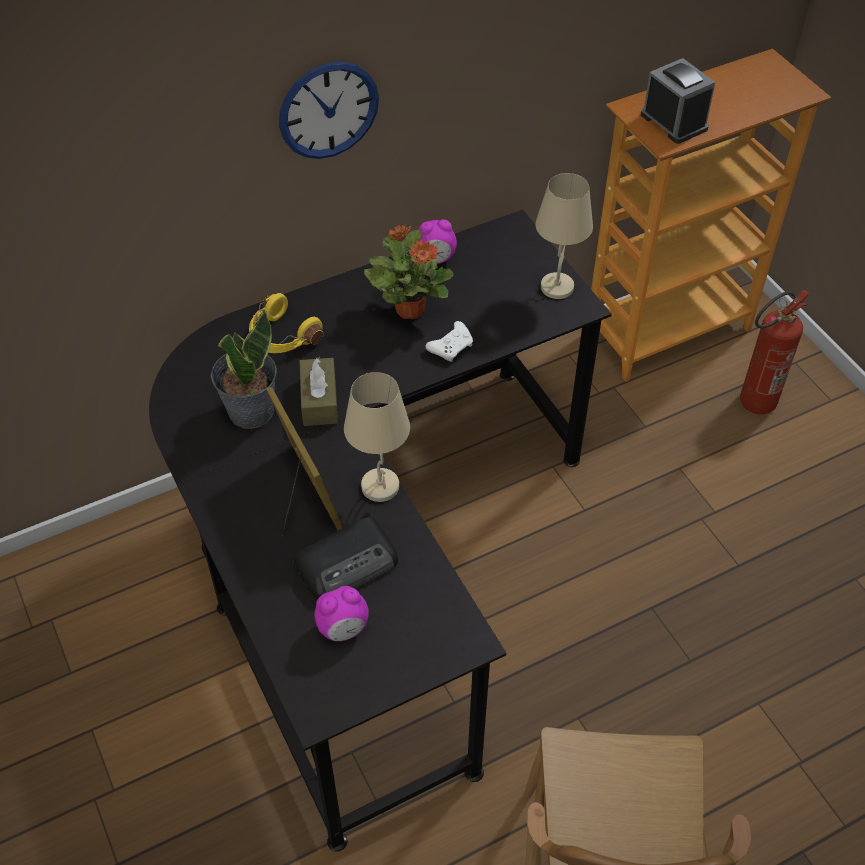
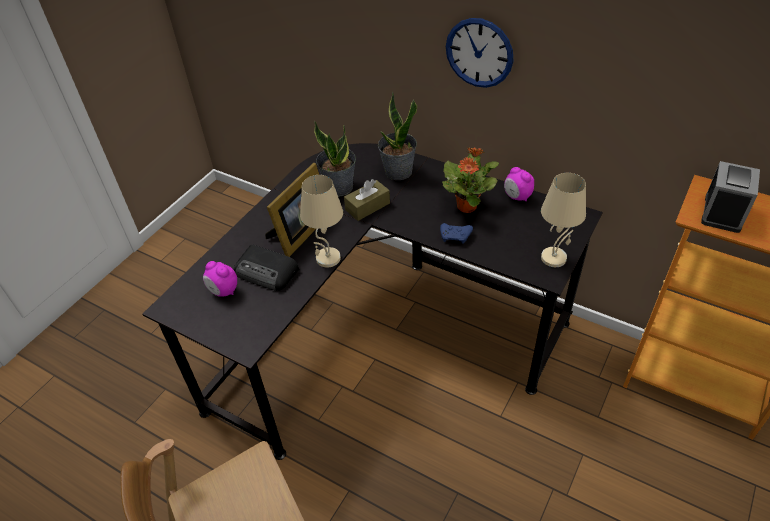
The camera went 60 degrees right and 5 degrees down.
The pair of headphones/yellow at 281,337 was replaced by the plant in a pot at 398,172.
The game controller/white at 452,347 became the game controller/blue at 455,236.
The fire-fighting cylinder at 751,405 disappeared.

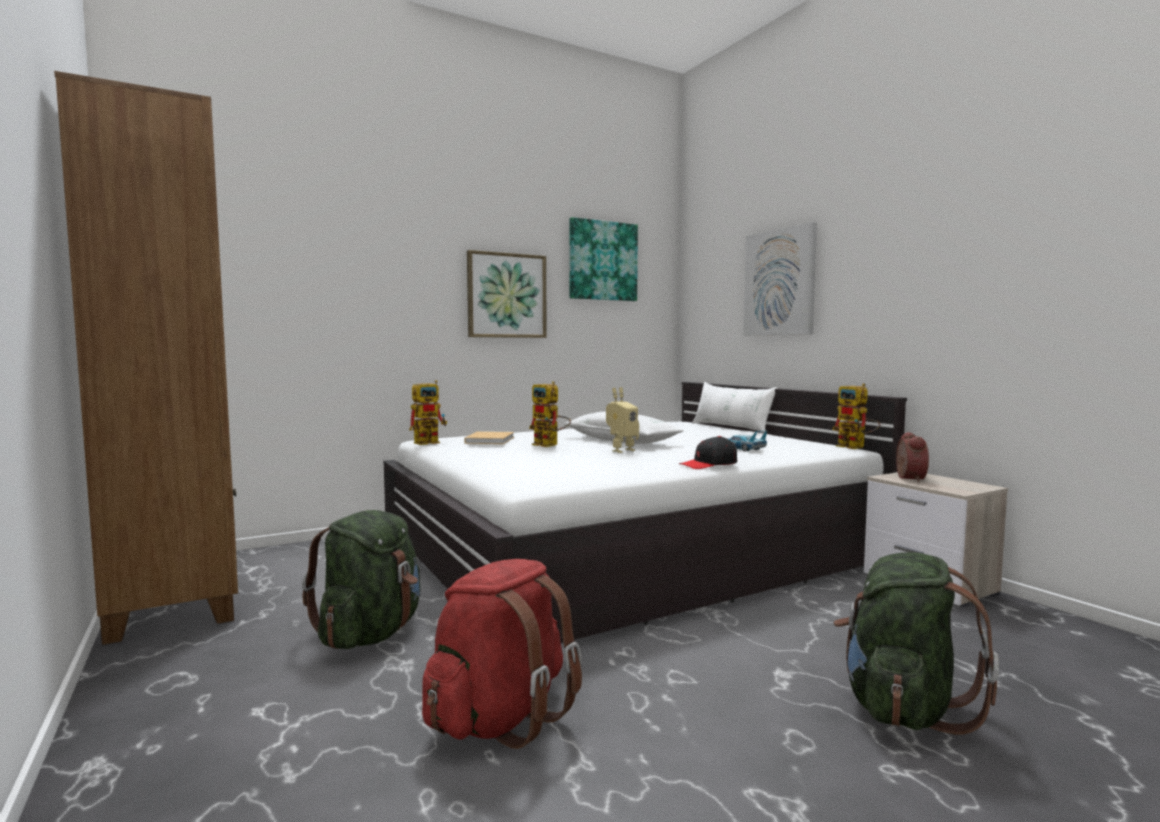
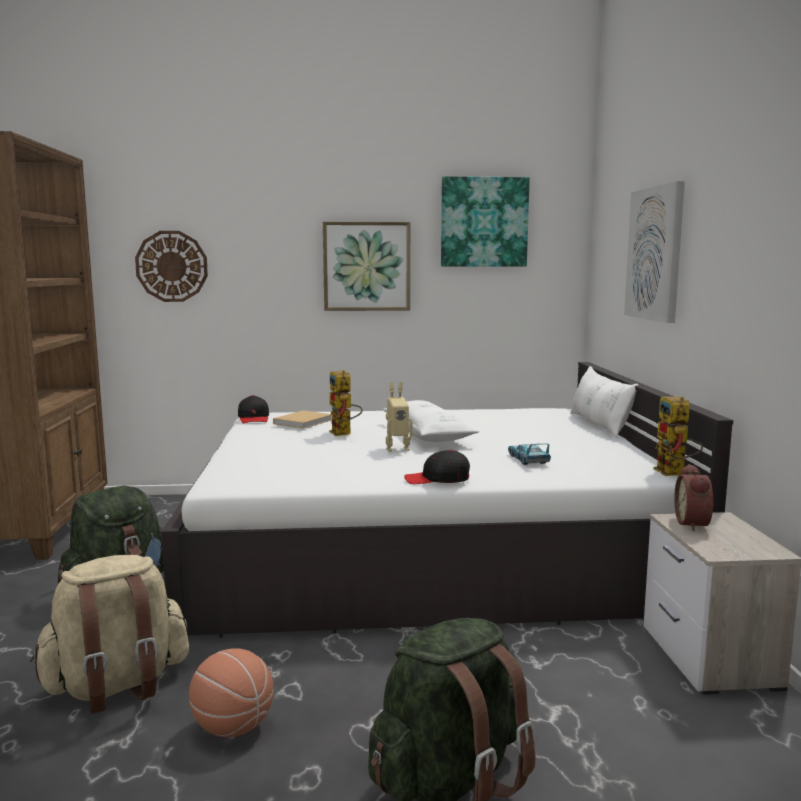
The camera went 25 degrees right and 5 degrees up.
The knapsack/reddish at 501,717 became the knapsack/beige-coloured at 117,686.
The wall clock at 172,266 appeared.
The basketball at 233,727 appeared.
The robot figure at 430,442 was replaced by the peaked cap/blackish at 254,418.
The table clock at 907,478 turned 150 degrees clockwise.

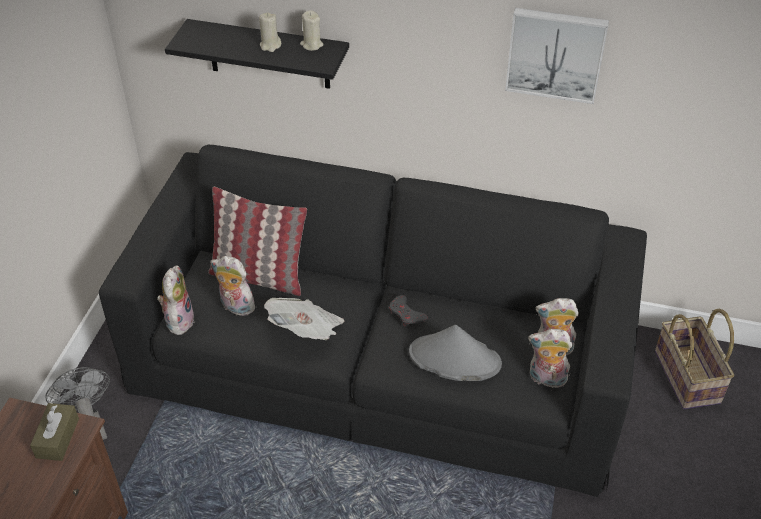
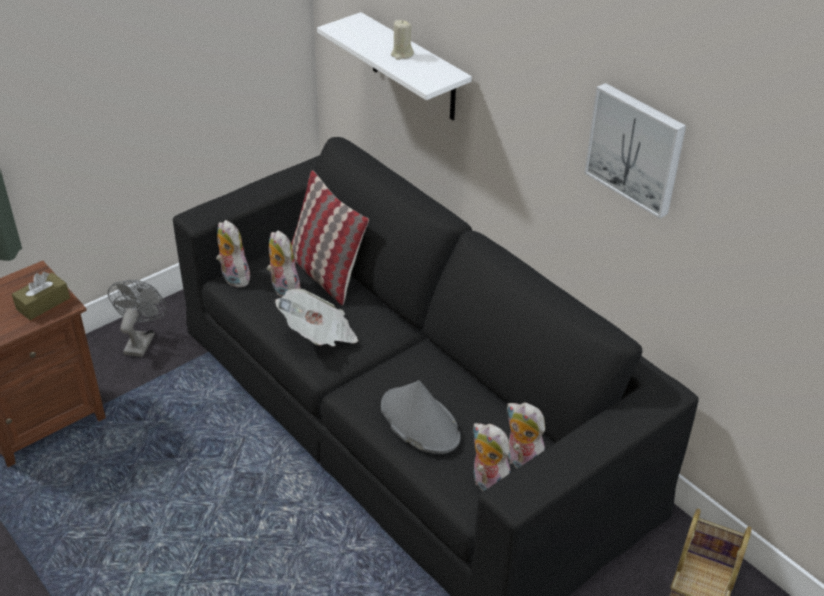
The camera went 35 degrees right and 5 degrees down.
The plush toy at 178,320 turned 75 degrees counterclockwise.
The shelf/blackish at 269,54 became the shelf/white at 413,68.
The candle/beige-coloured at 311,44 disappeared.
The game controller/gray at 406,314 disappeared.

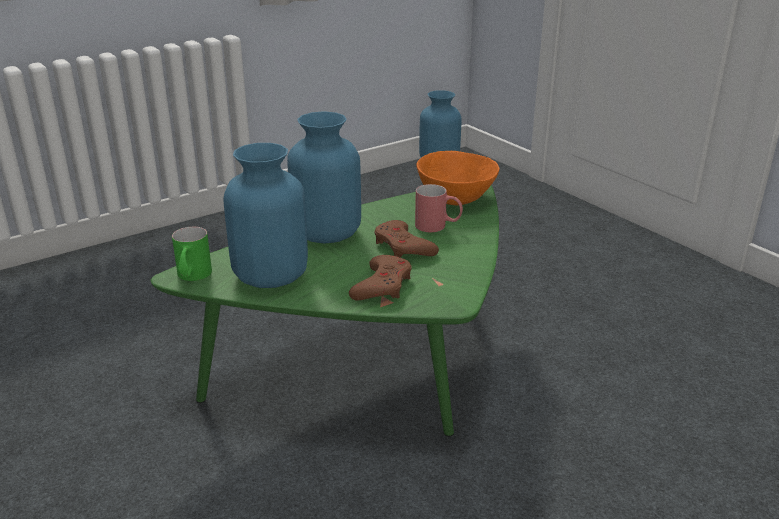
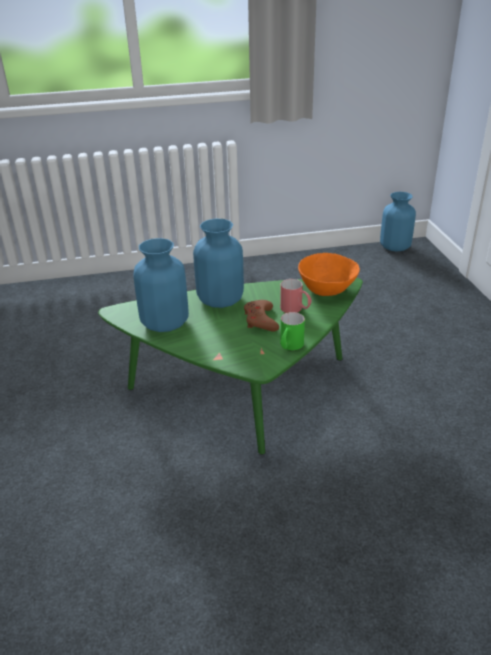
The camera went 25 degrees right and 5 degrees up.
The coffee mug/greenish moved from 192,277 to 289,347.
The game controller/brown-coloured at 382,285 disappeared.

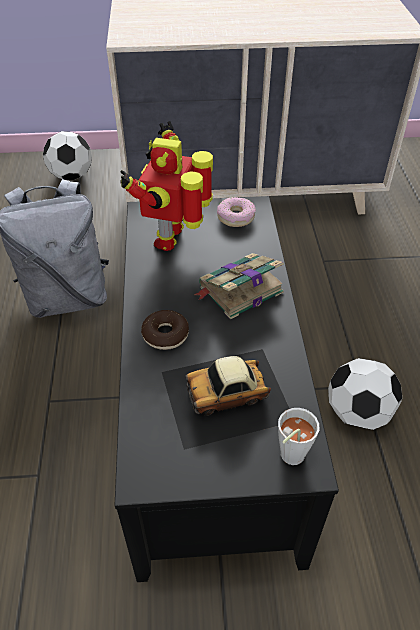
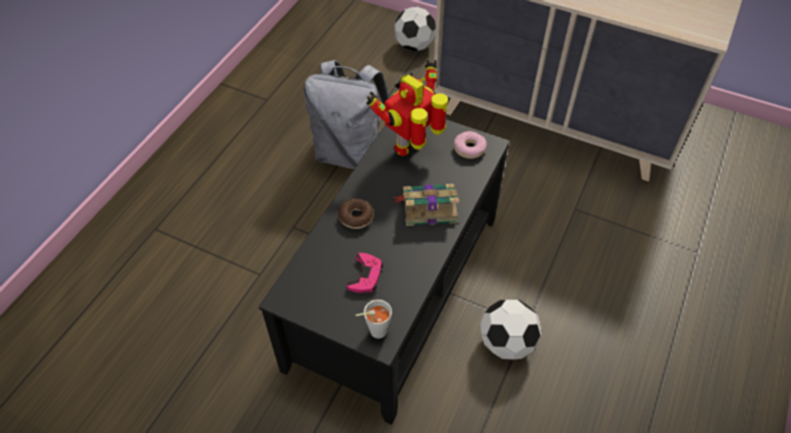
The camera went 30 degrees right and 5 degrees up.
The miniature car at 227,396 was replaced by the game controller/pinkish at 365,276.

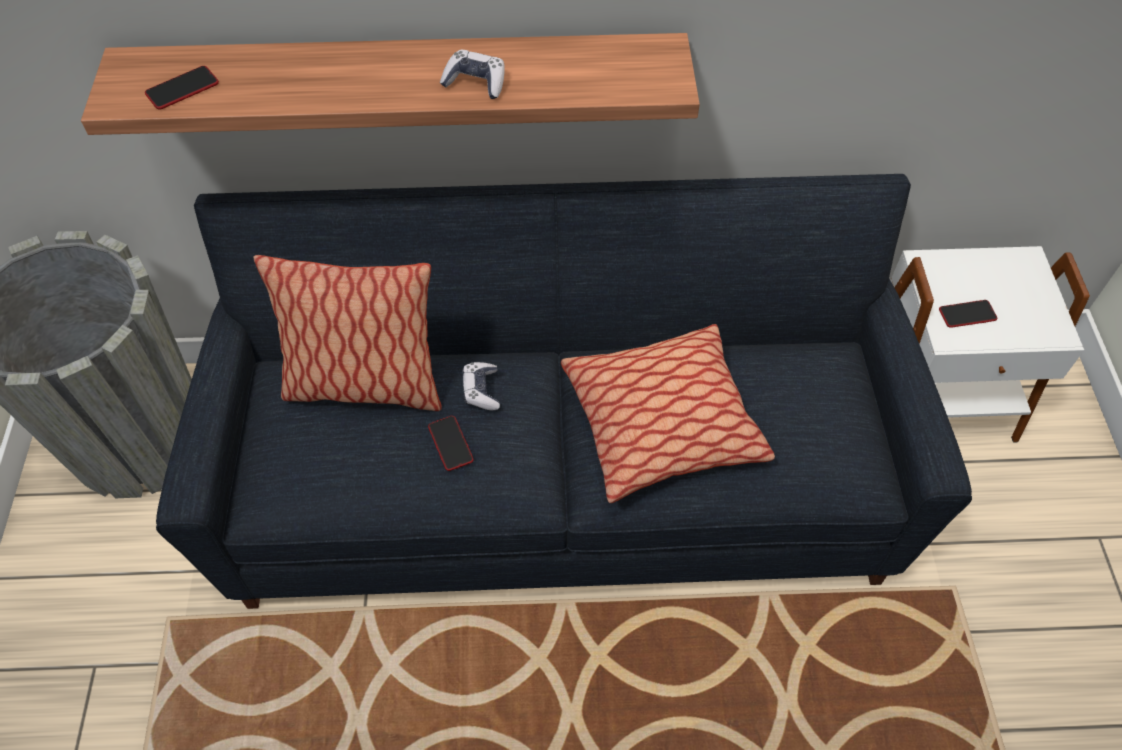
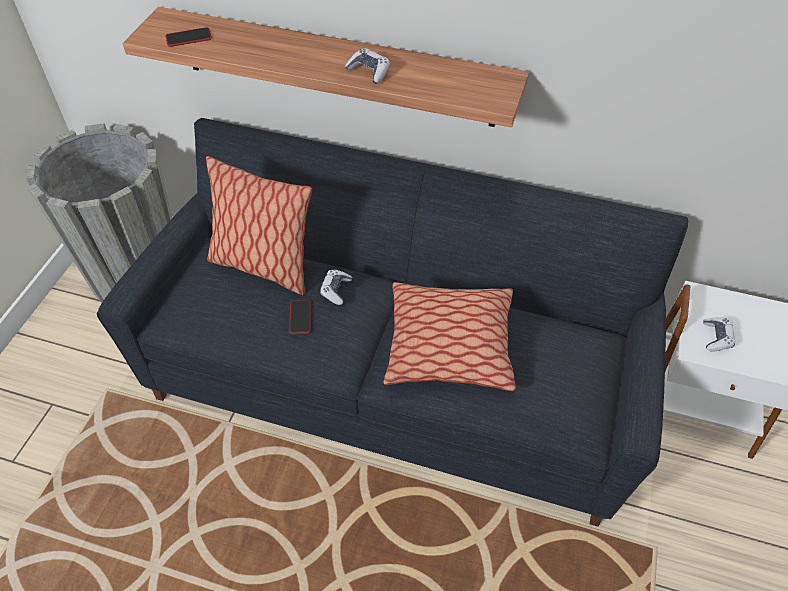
The camera went 20 degrees right and 5 degrees down.
The handset at 967,314 was replaced by the game controller at 716,338.

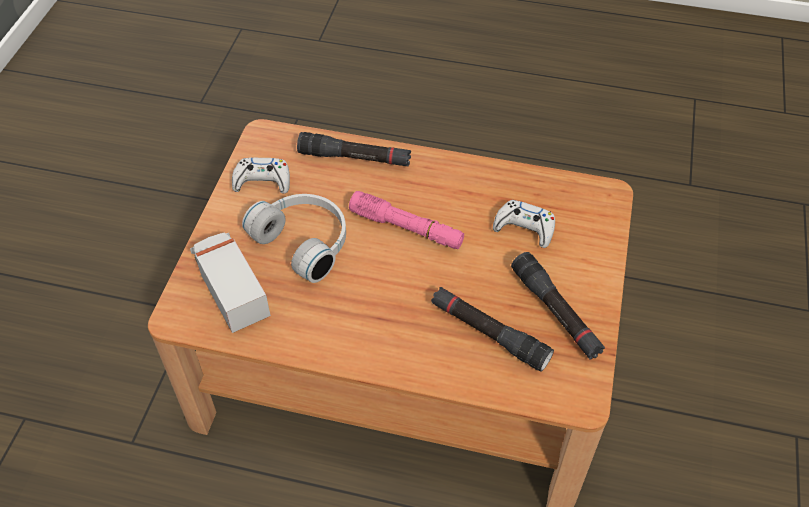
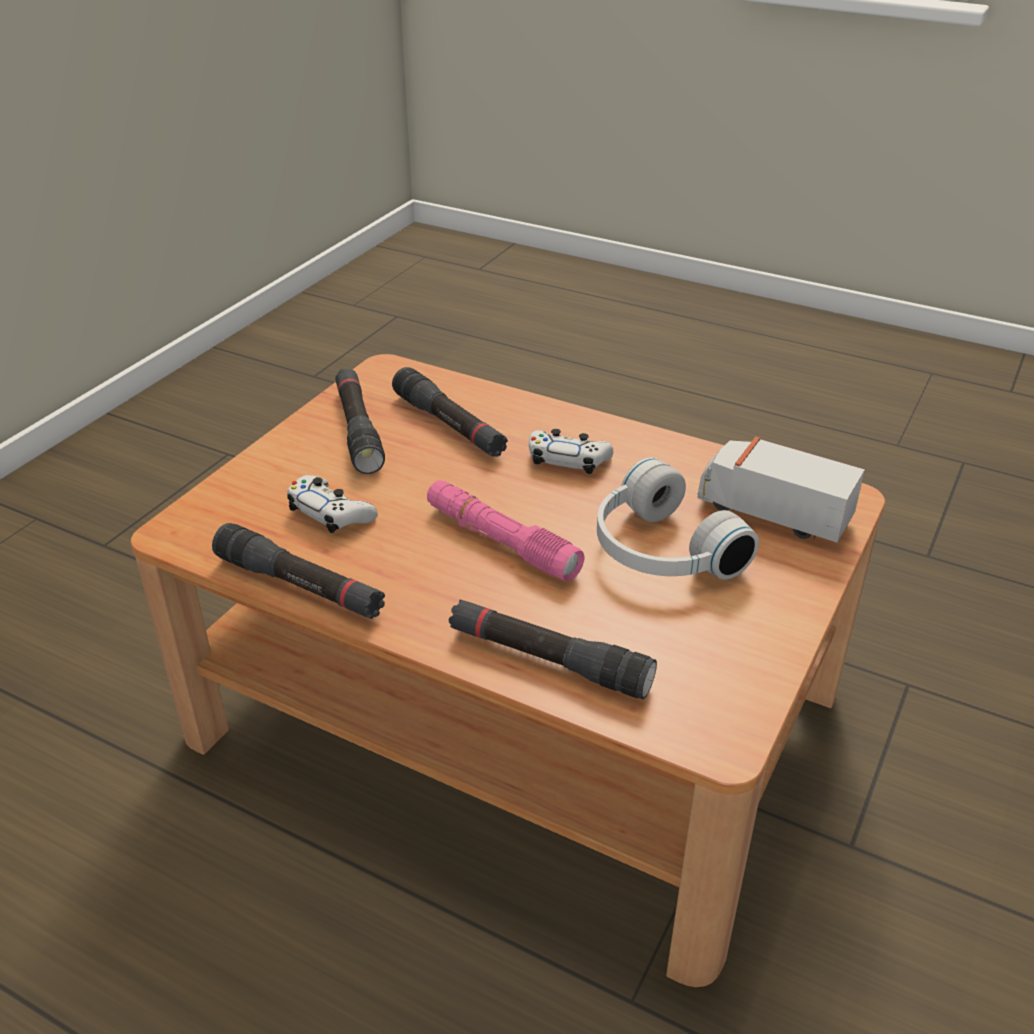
The camera went 165 degrees left and 15 degrees down.
The flashlight/blackish at 300,586 appeared.
The game controller/white moved from 262,181 to 568,460.
The toy truck at 231,290 turned 135 degrees clockwise.

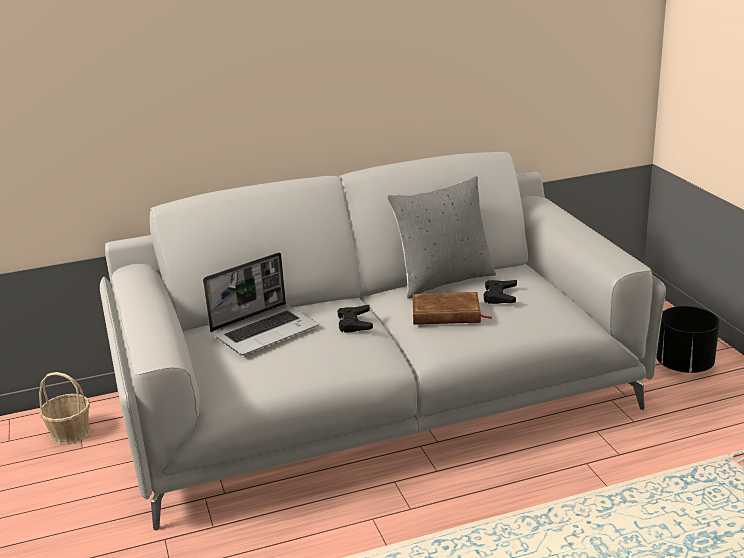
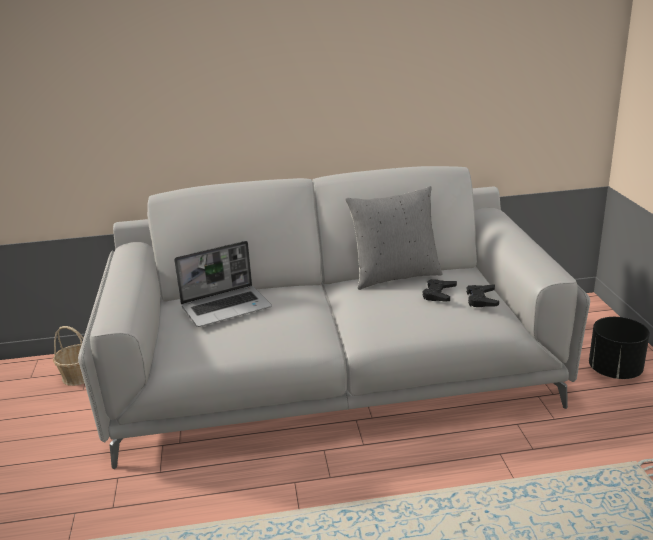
The camera went 10 degrees right and 0 degrees up.
The game controller/blackish moved from 355,323 to 481,299.
The bound book/brown-coloured at 446,314 disappeared.

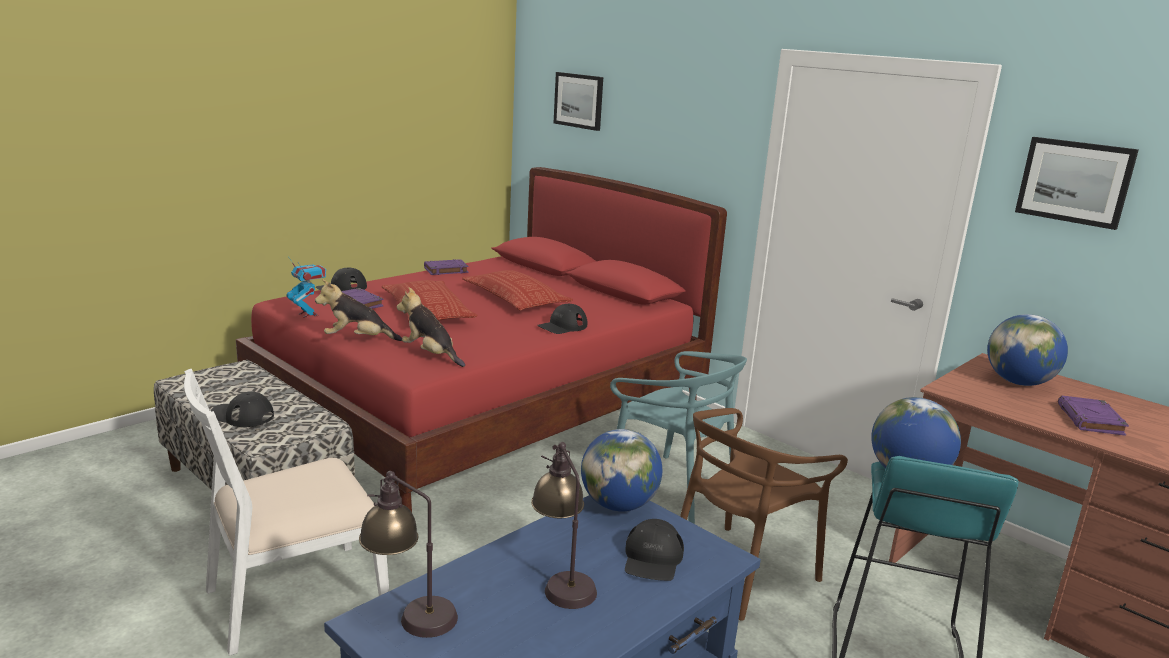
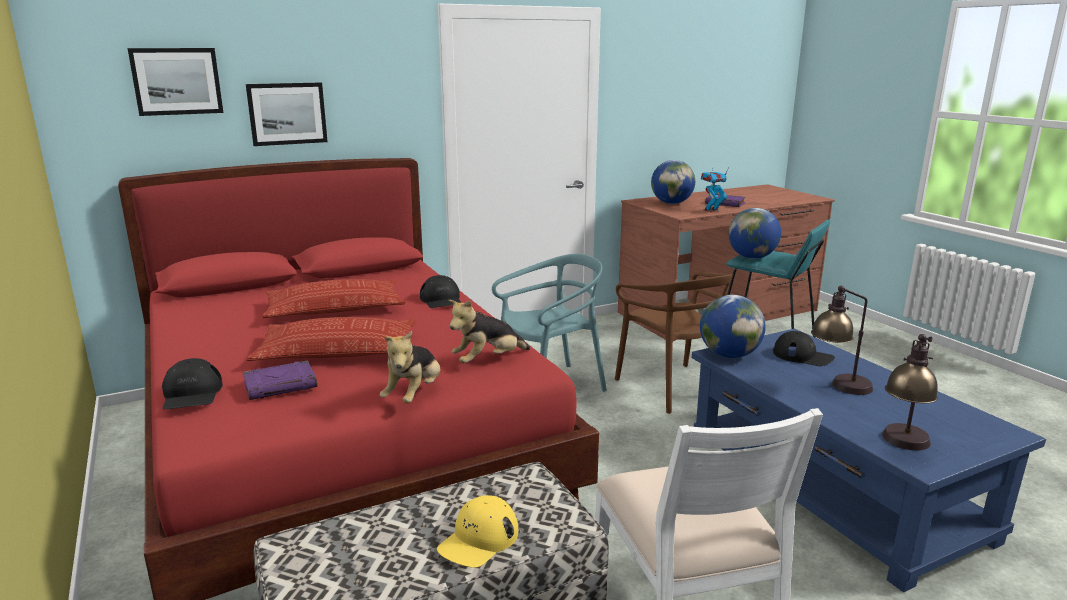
The camera went 70 degrees left and 0 degrees up.
The wall art moved from 1074,182 to 287,113.
The peaked cap/blackish at 242,416 became the peaked cap/yellow at 478,540.
The robot figure moved from 308,314 to 711,210.
The bound book/purplish at 445,270 disappeared.

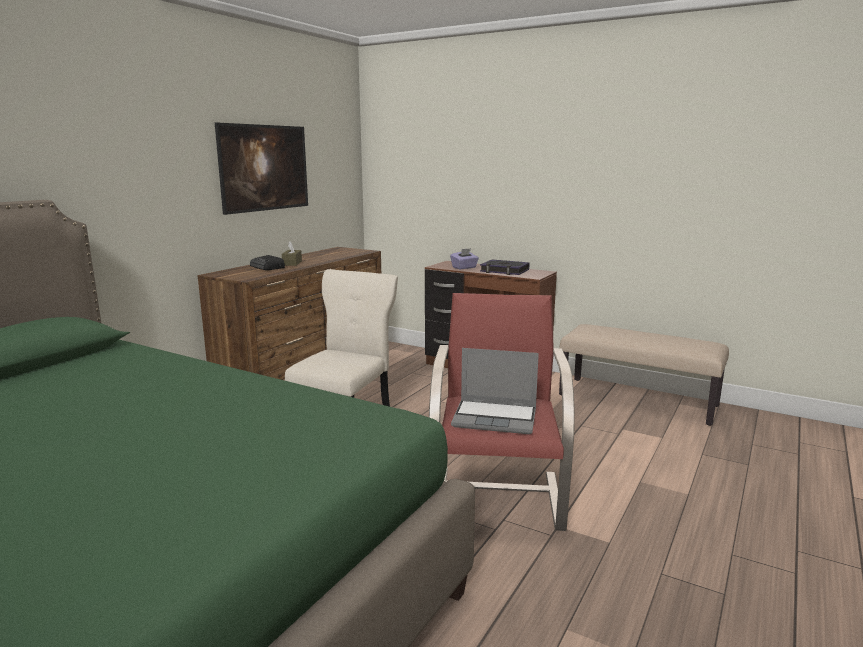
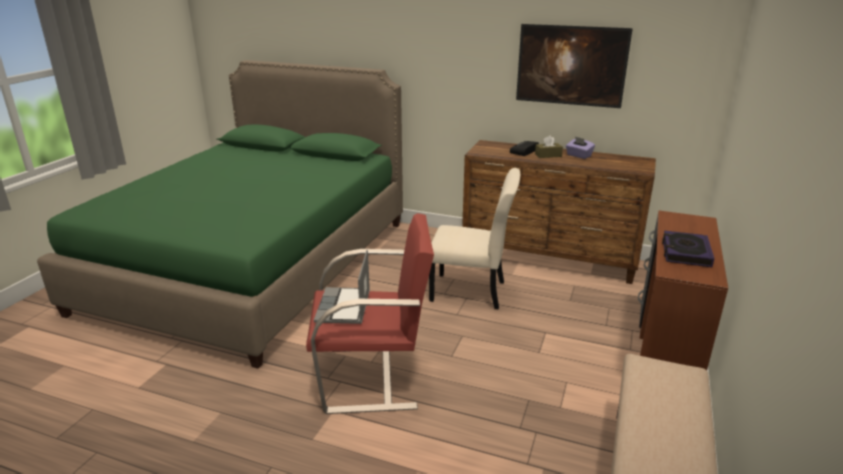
The camera went 80 degrees right and 10 degrees up.
The tissue box/purplish moved from 464,267 to 578,156.

